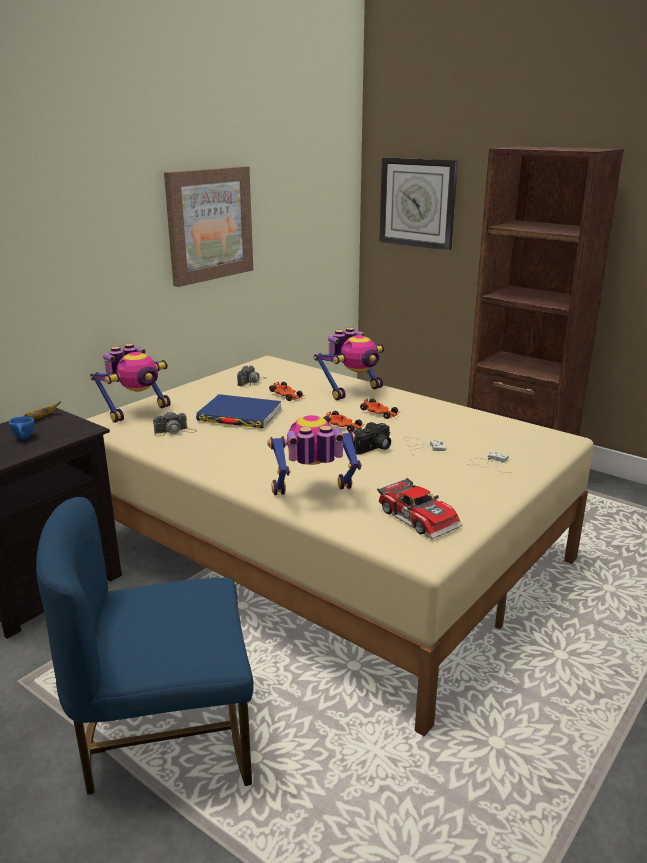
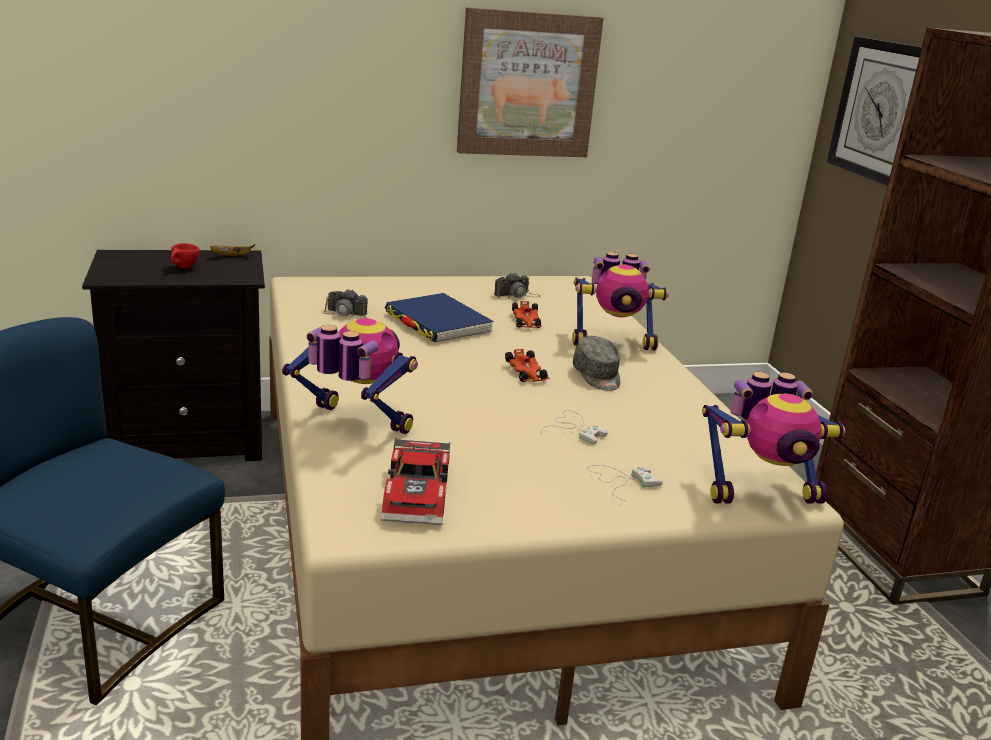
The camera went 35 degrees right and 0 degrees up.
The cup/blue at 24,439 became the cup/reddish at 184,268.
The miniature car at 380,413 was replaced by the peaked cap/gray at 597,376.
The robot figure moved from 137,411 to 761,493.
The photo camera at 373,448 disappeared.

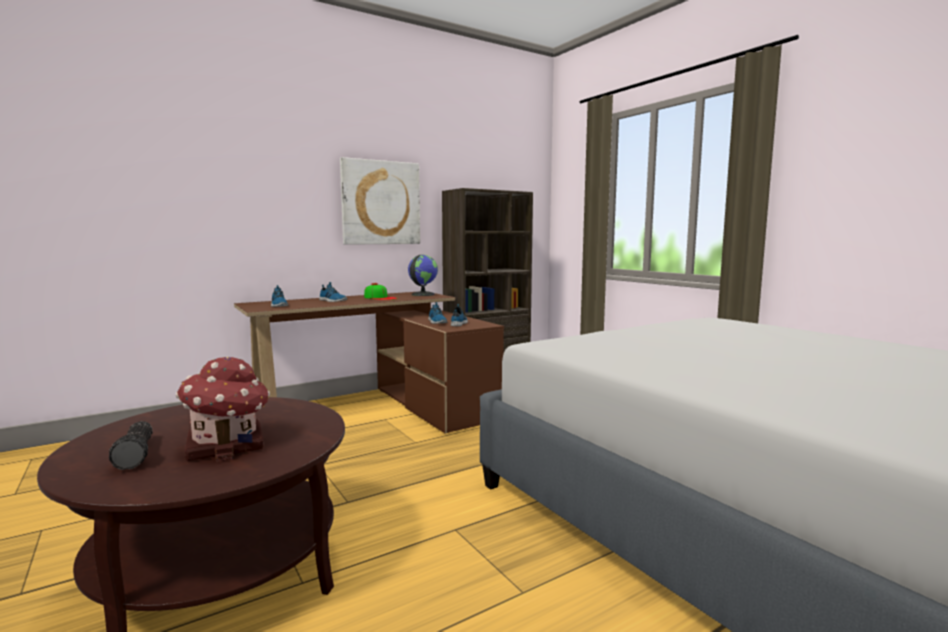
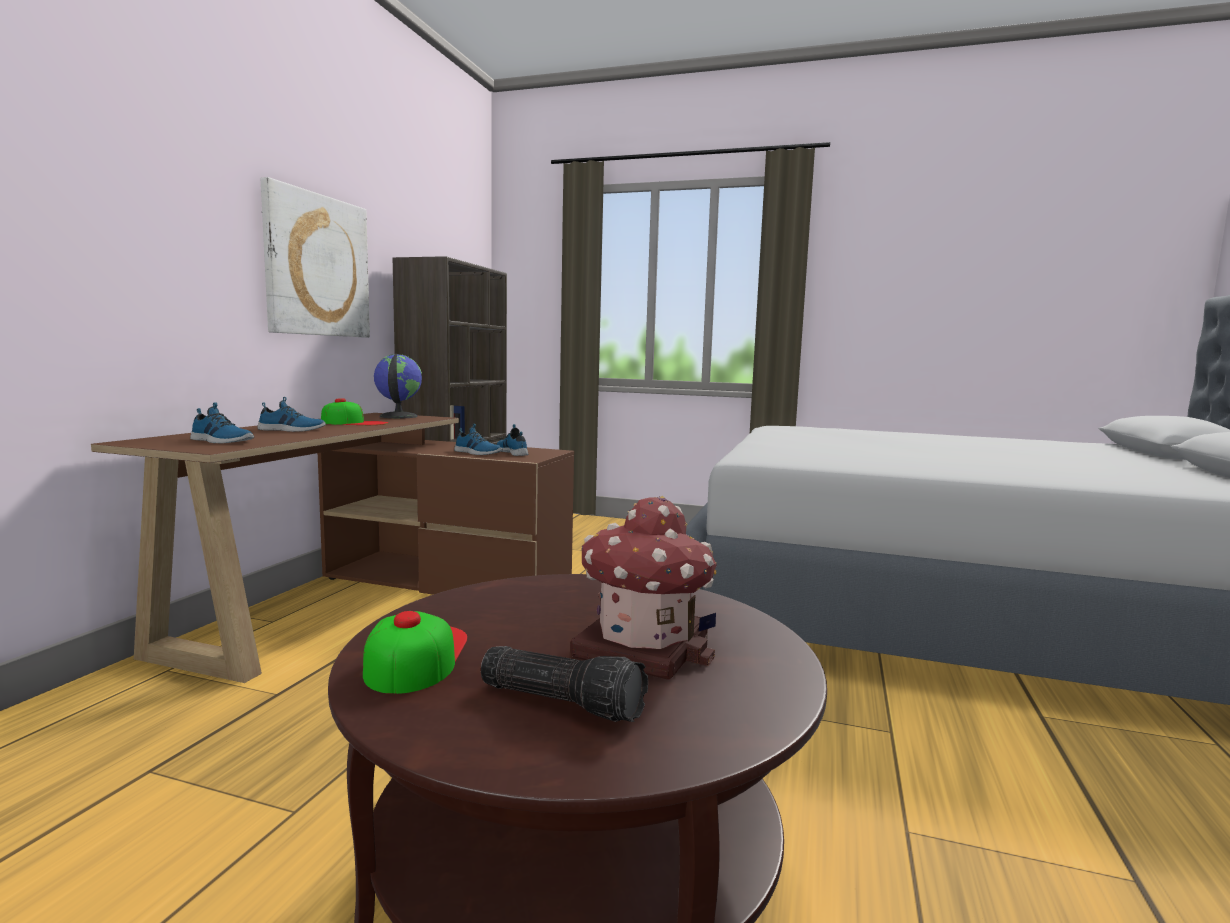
The camera went 40 degrees left and 0 degrees up.
The peaked cap at 416,656 appeared.

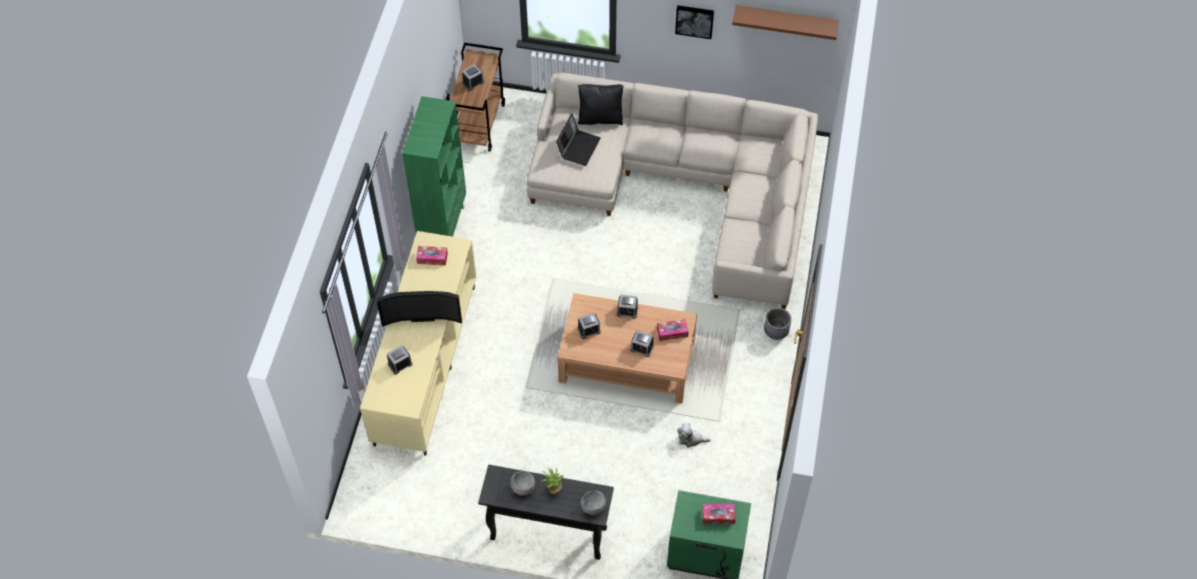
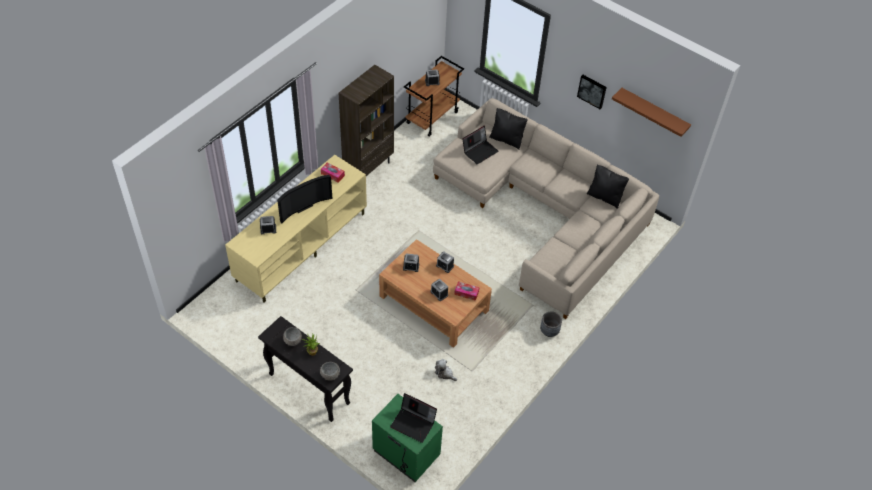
The camera went 25 degrees right and 5 degrees down.
The TV set at 422,315 turned 60 degrees counterclockwise.
The bookshelf/greenish at 443,227 became the bookshelf/brown-coloured at 368,169.
The tissue box at 718,516 was replaced by the notebook computer at 414,423.
The pillow/blackish at 605,197 appeared.

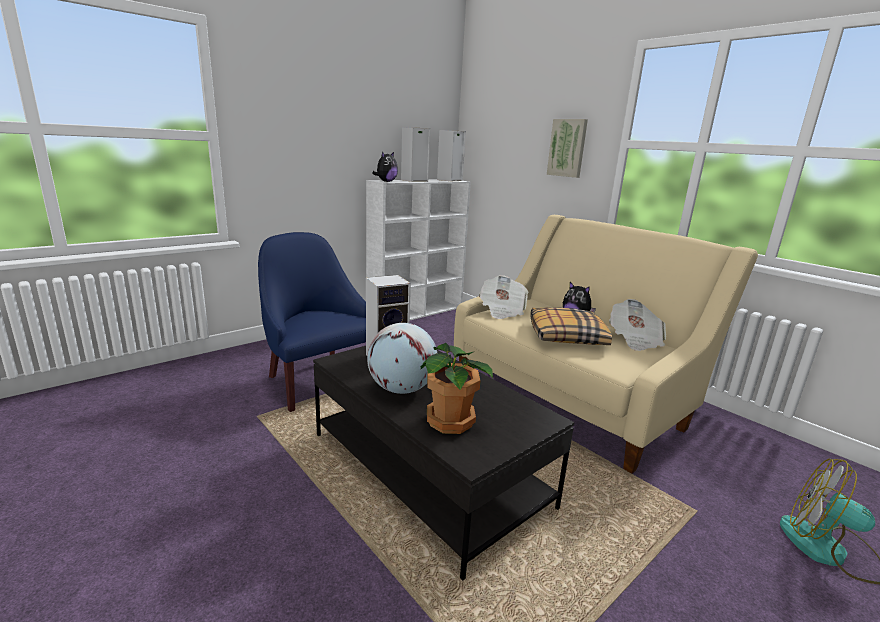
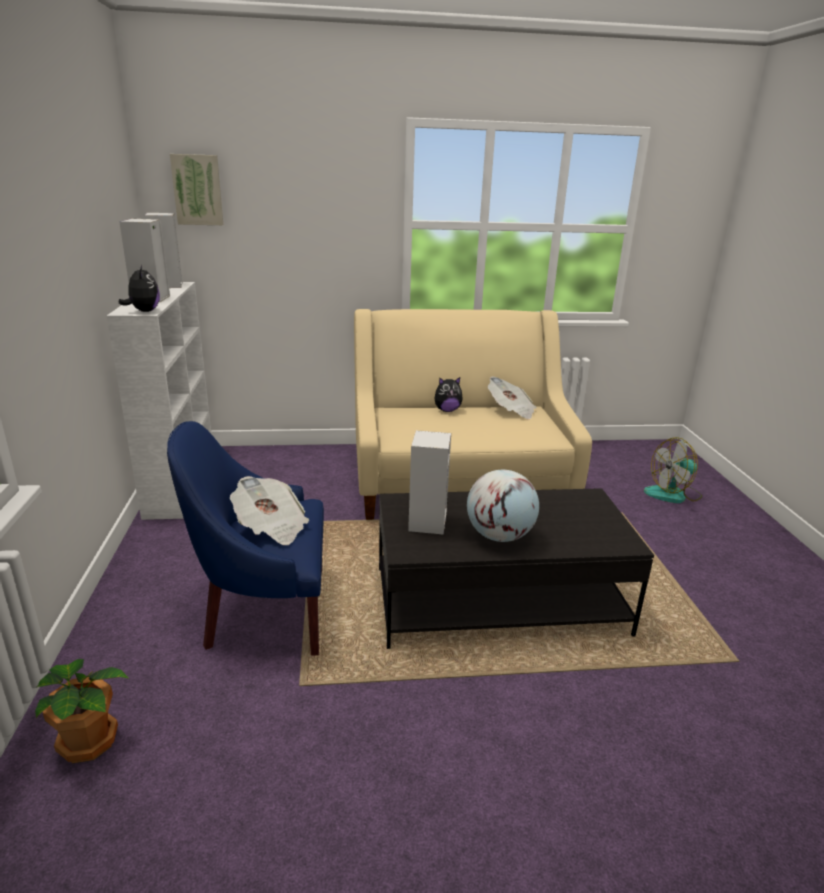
The camera went 55 degrees left and 5 degrees up.
The plant in a pot moved from 452,421 to 89,740.
The wall art moved from 567,148 to 197,190.
The printed paper moved from 502,310 to 271,527.
The pillow at 566,336 disappeared.

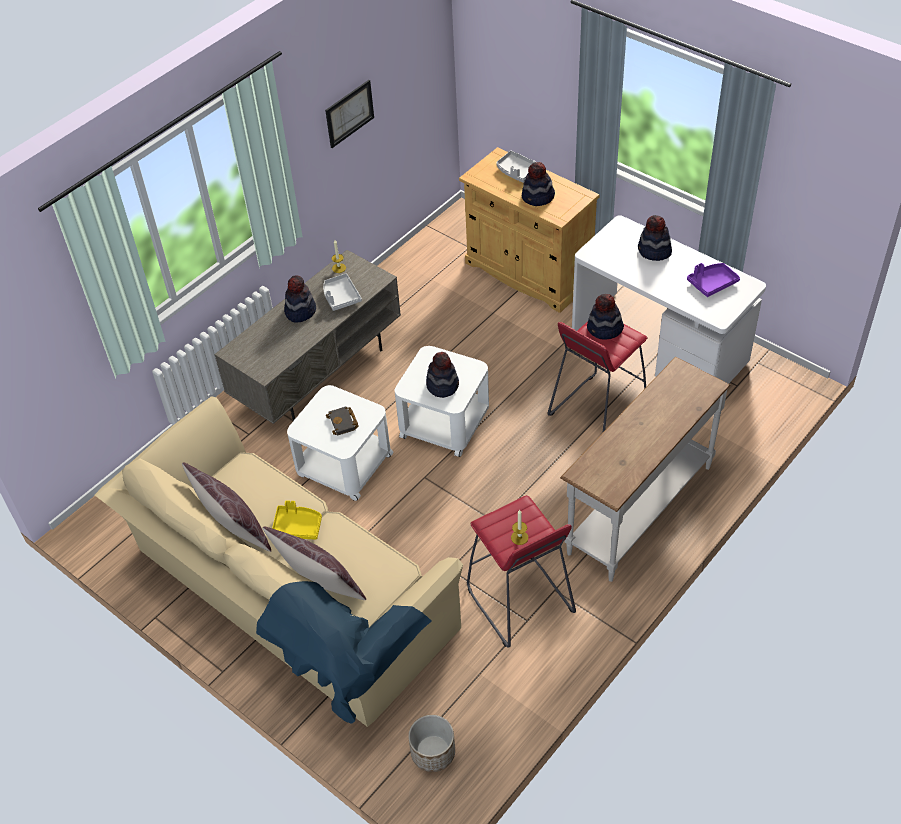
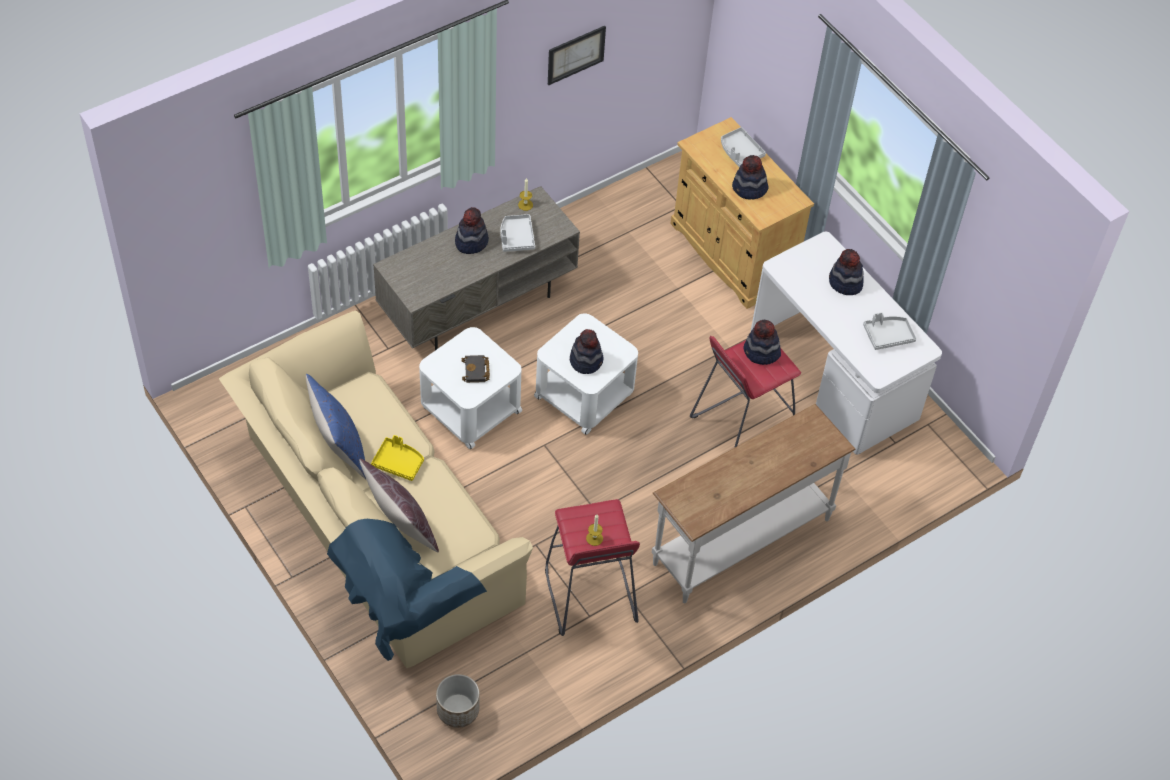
The camera went 10 degrees right and 5 degrees up.
The pillow/brown-coloured at 234,531 became the pillow/blue at 339,449.
The carrying tray/purplish at 712,283 became the carrying tray/gray at 888,336.

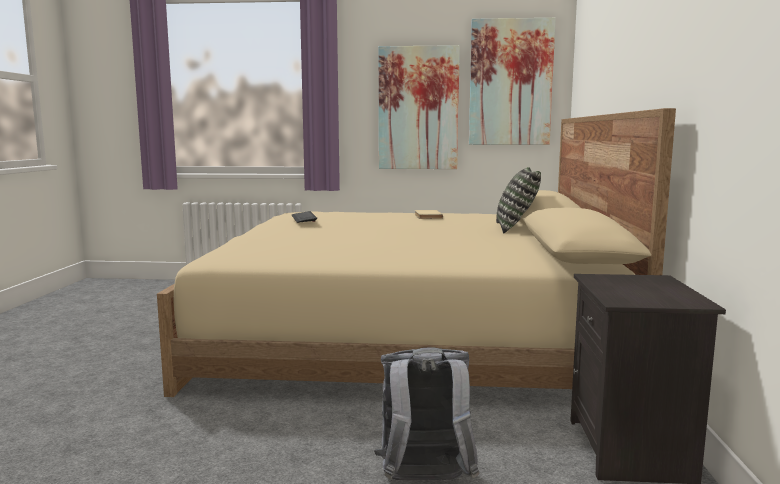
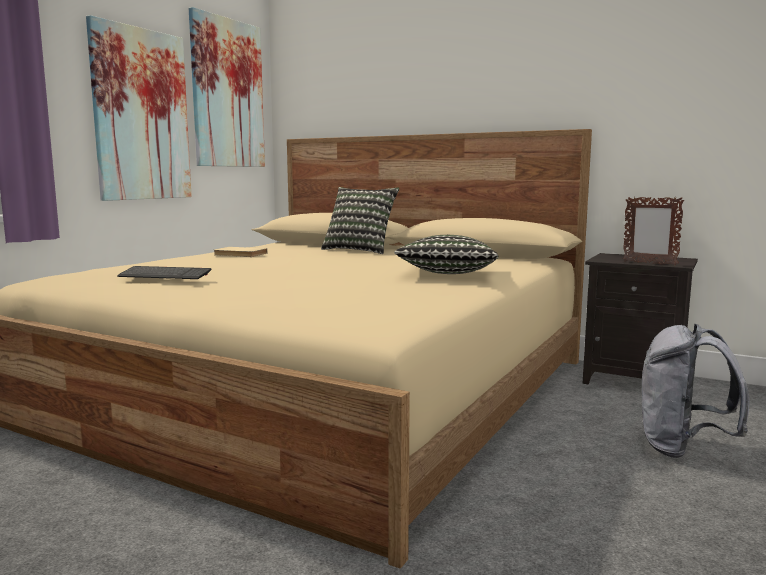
The camera went 65 degrees left and 0 degrees up.
The pillow at 449,275 appeared.
The picture frame at 649,263 appeared.

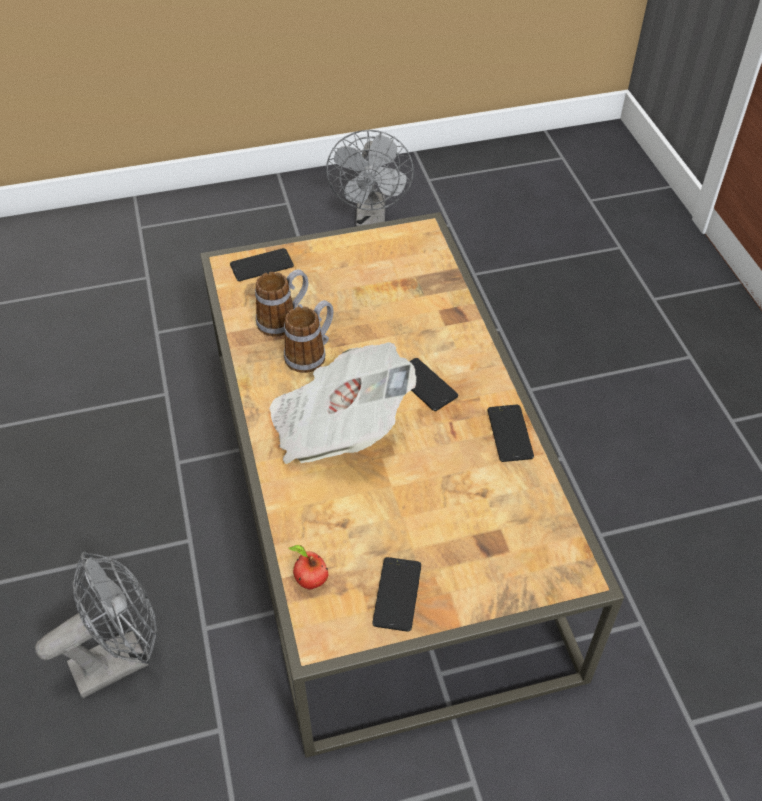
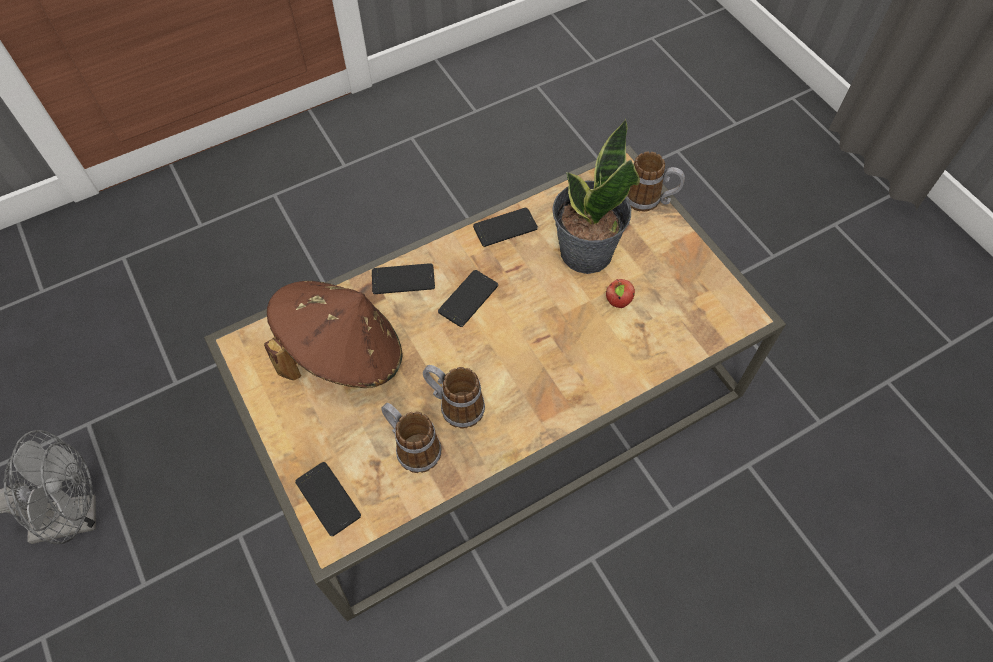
The camera went 105 degrees left and 10 degrees up.
The wearable hat/brown-coloured at 343,354 appeared.
The handset moved from 397,594 to 403,279.
The plant in a pot at 585,252 appeared.
The apple moved from 309,581 to 618,303.
The coffee mug at 649,200 appeared.
The cooling fan/gray at 121,658 disappeared.
The printed paper at 338,427 disappeared.

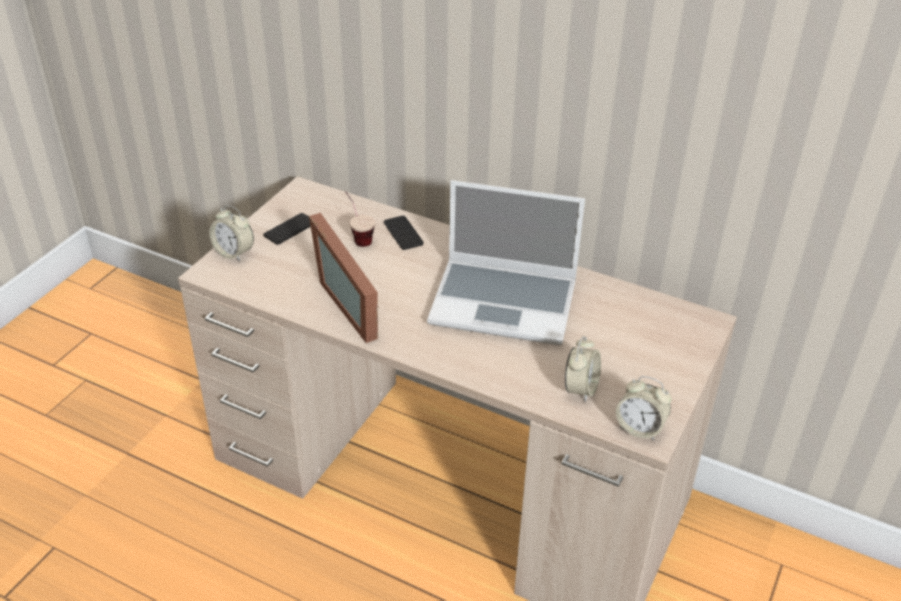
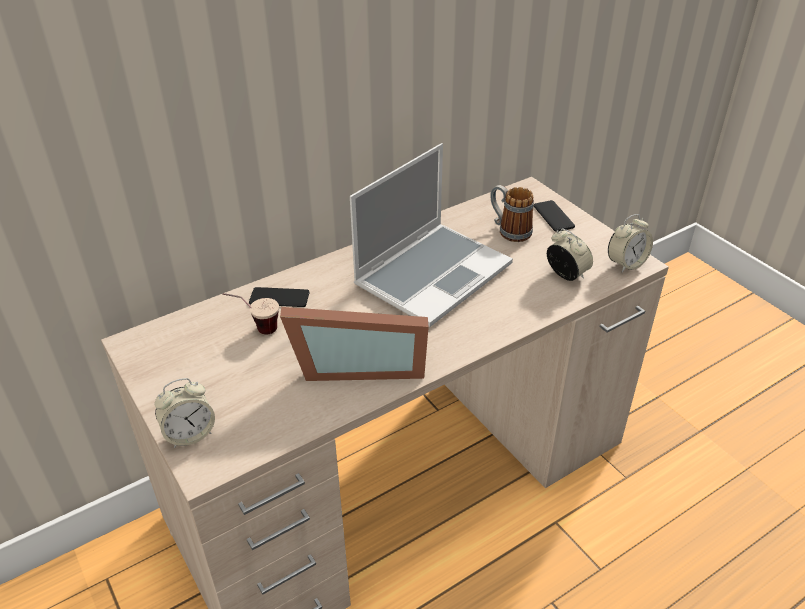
The camera went 60 degrees left and 0 degrees up.
The coffee mug at 509,230 appeared.
The handset moved from 290,229 to 553,216.

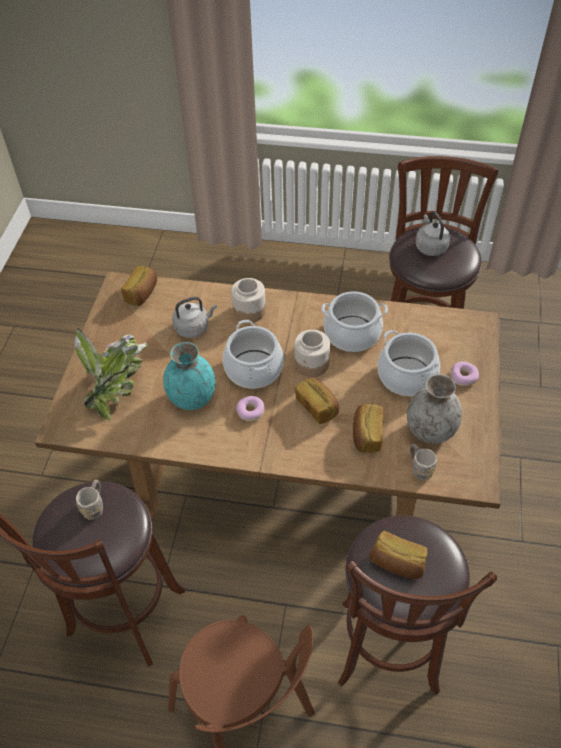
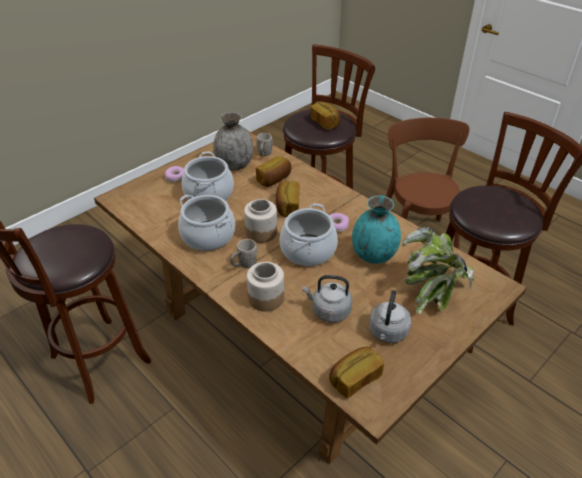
The camera went 145 degrees left and 10 degrees down.
The coffee mug/gray moved from 95,506 to 244,264.
The water kettle/gray moved from 430,247 to 387,333.

